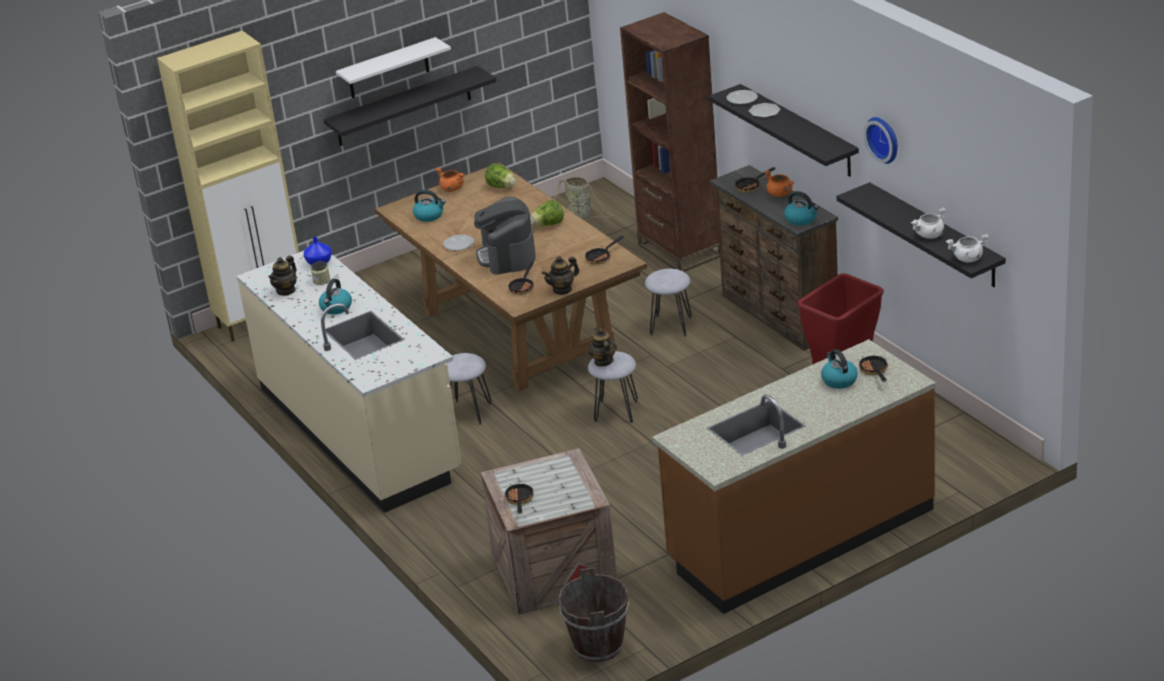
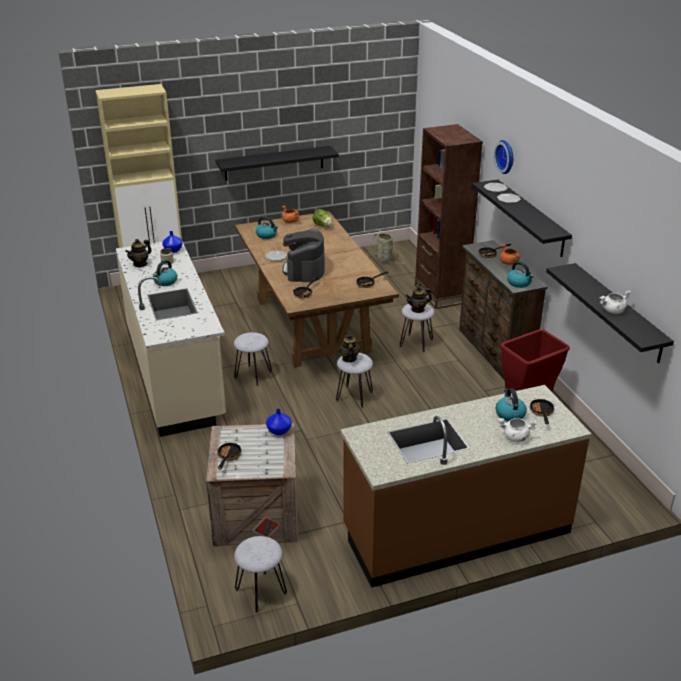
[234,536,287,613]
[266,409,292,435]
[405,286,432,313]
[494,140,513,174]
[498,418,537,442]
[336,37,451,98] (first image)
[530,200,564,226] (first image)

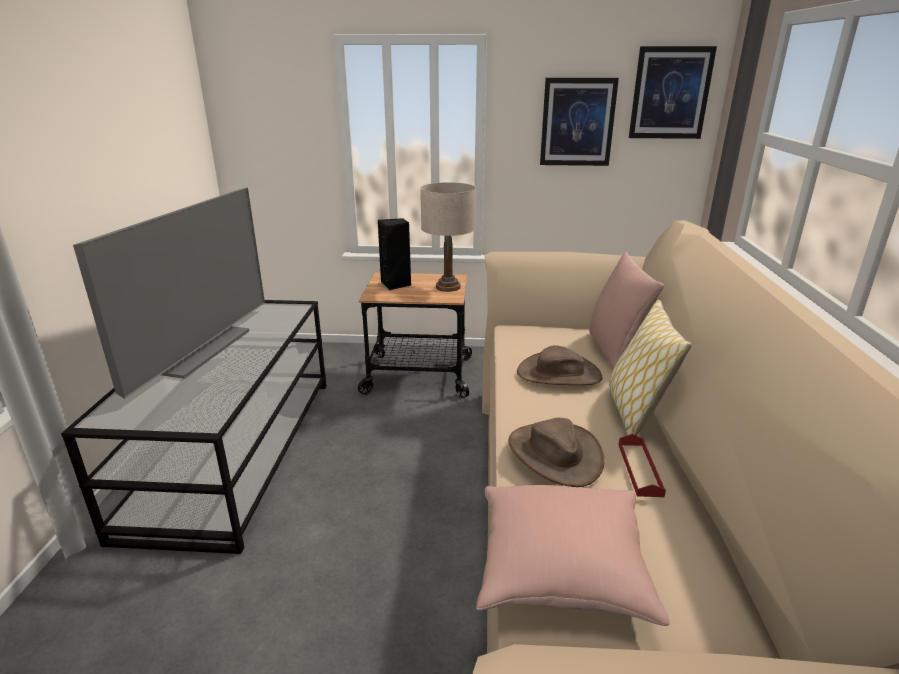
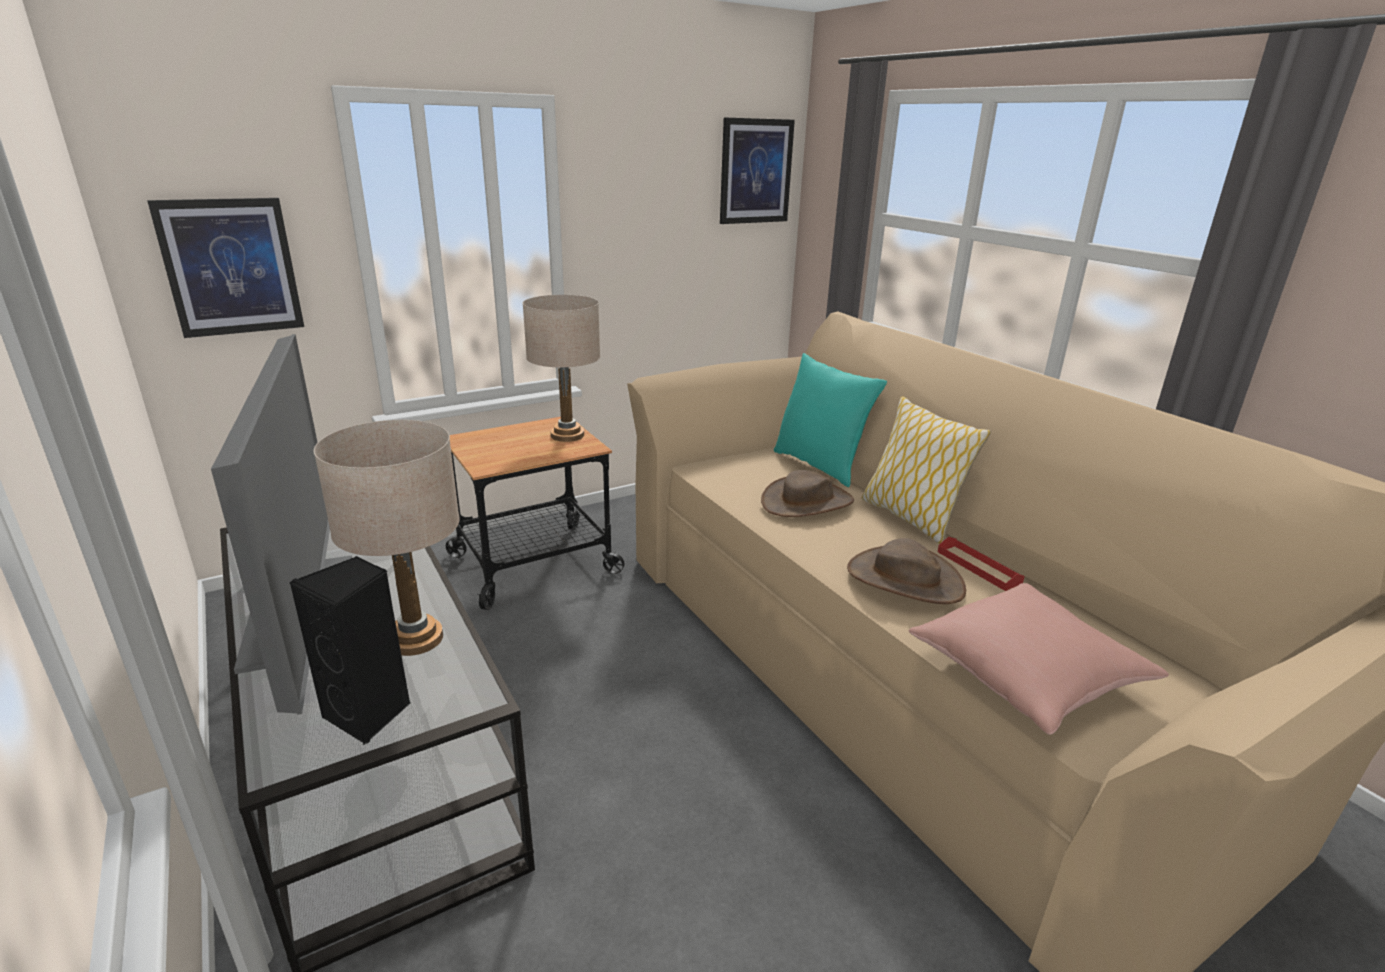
[148,198,304,338]
[290,556,410,745]
[314,420,460,656]
[774,353,887,487]

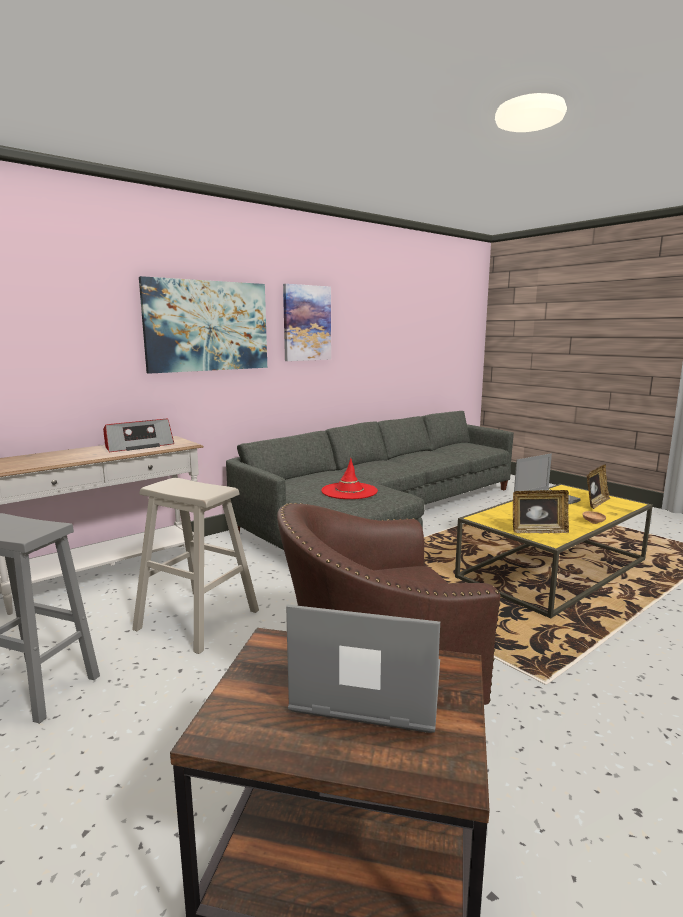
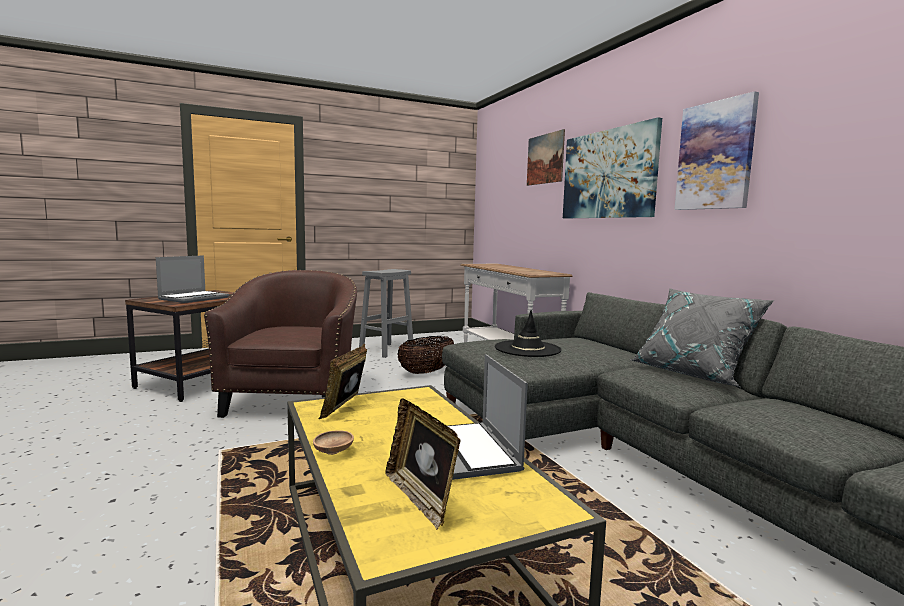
[397,336,454,374]
[495,310,562,357]
[527,129,565,186]
[630,288,775,387]
[103,419,174,452] (first image)

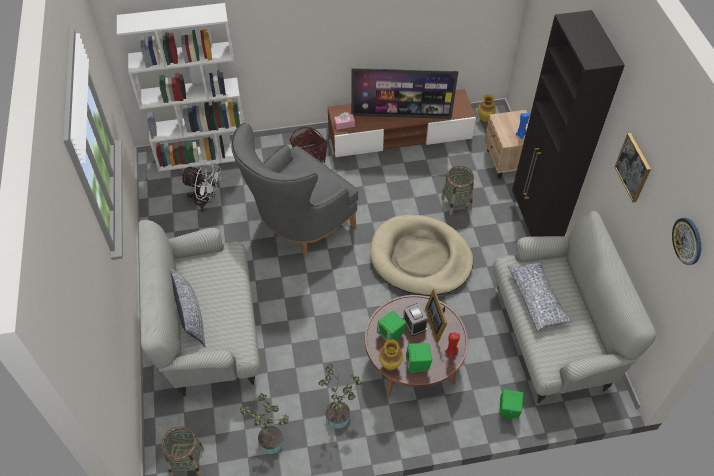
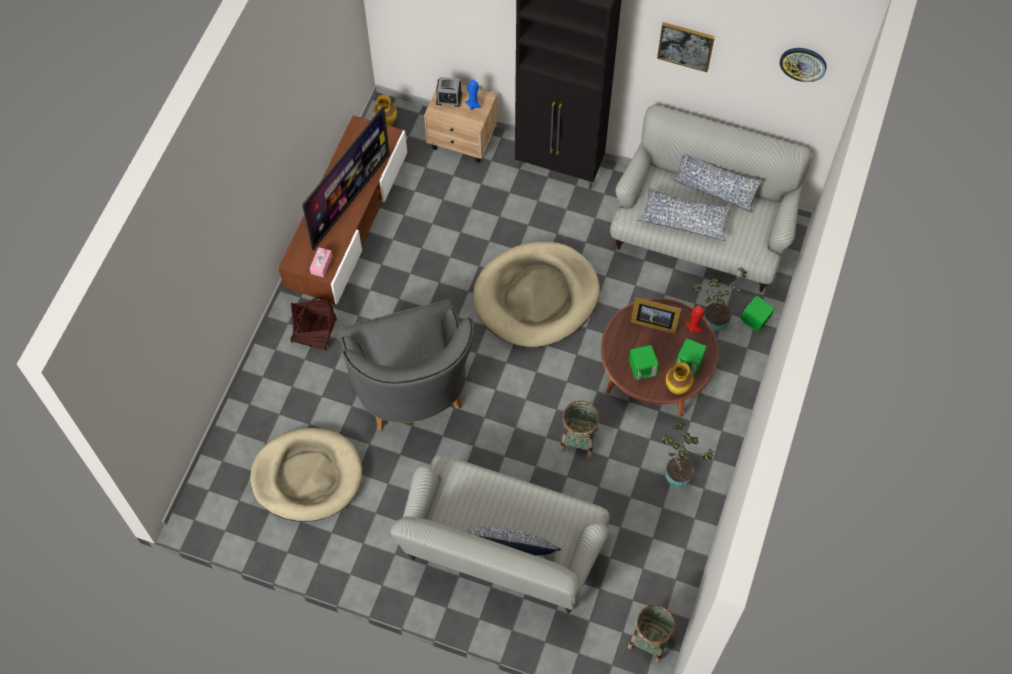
[250,428,362,522]
[436,77,462,107]
[560,401,599,458]
[671,154,763,213]
[693,267,747,331]
[117,3,244,172] (first image)

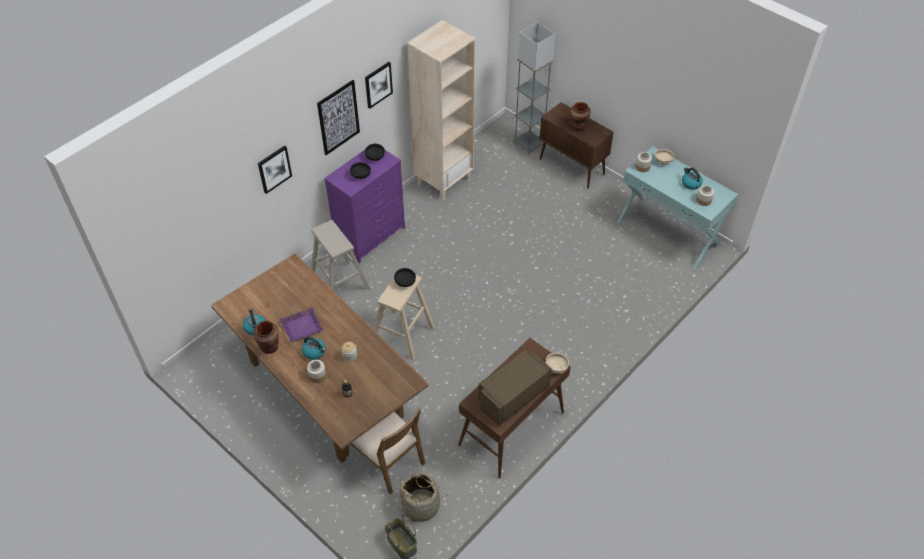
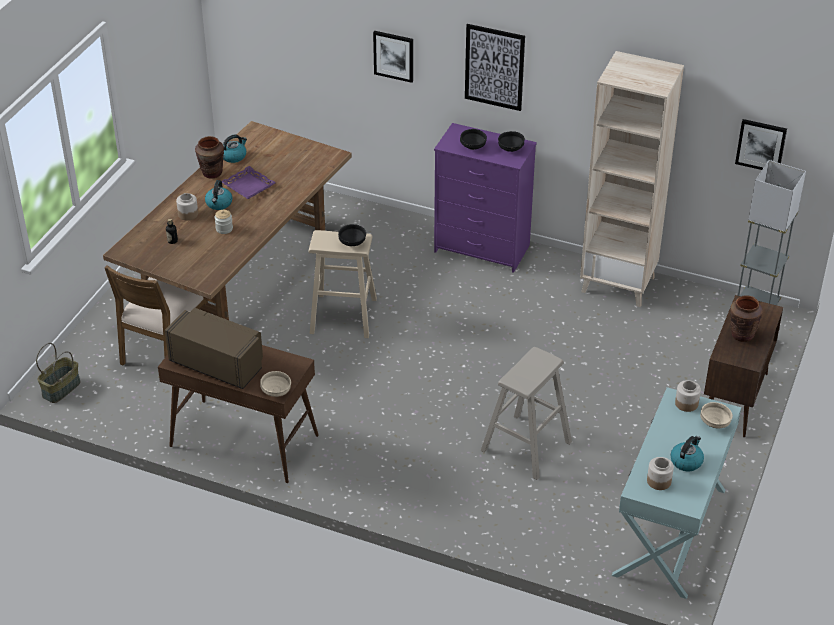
[480,347,572,480]
[735,119,787,170]
[398,473,447,522] (first image)

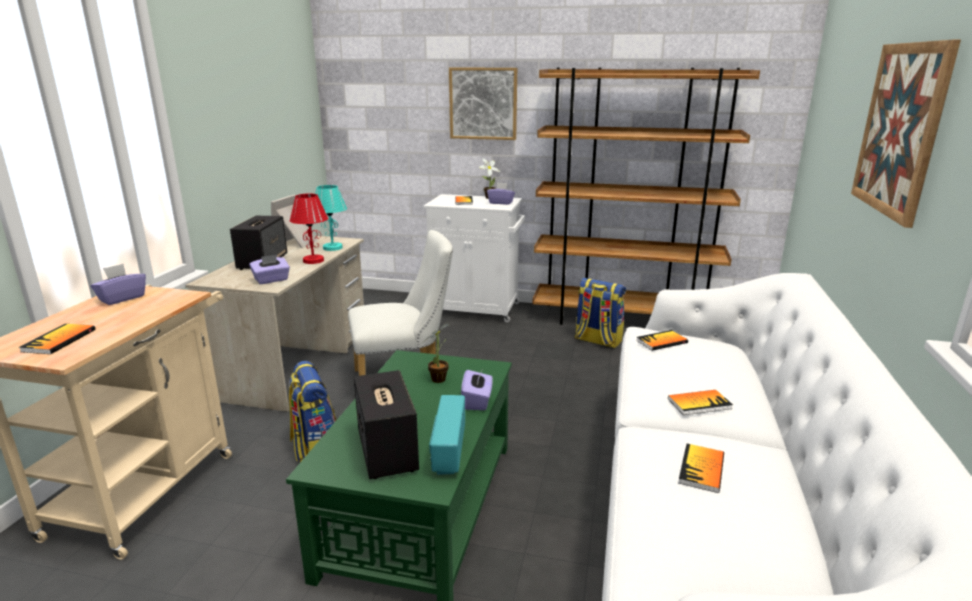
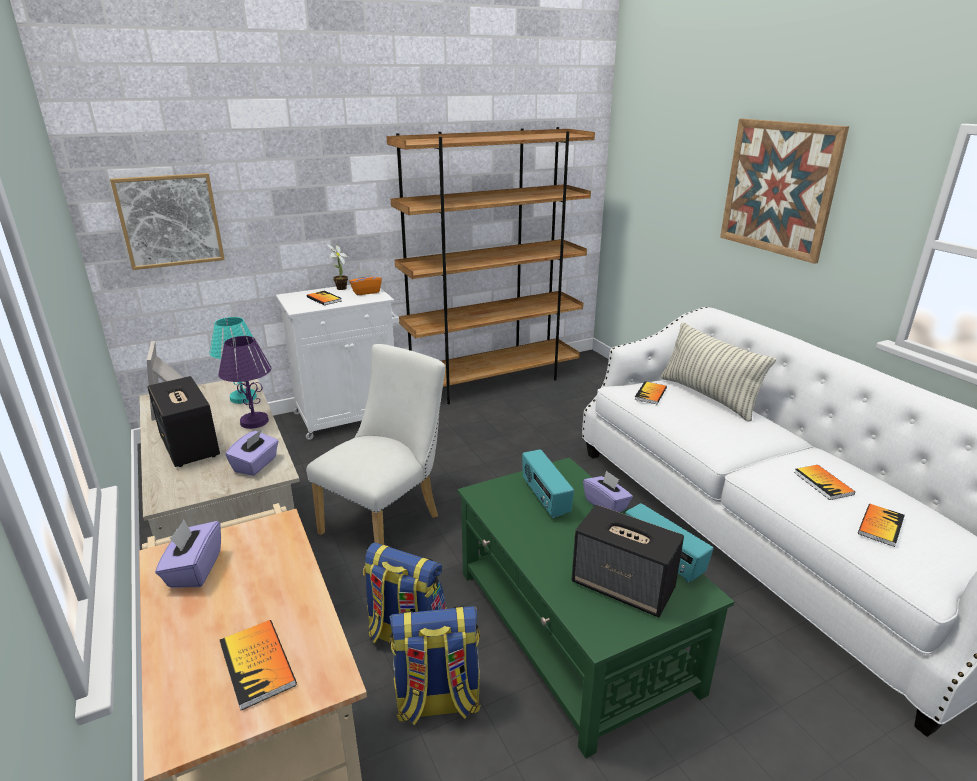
[110,173,225,270]
[218,336,272,429]
[349,269,382,295]
[390,606,481,725]
[522,449,574,518]
[660,322,776,422]
[858,504,905,547]

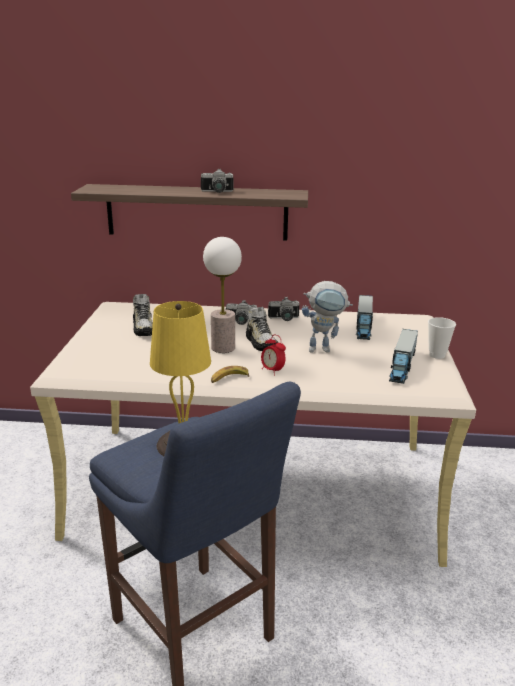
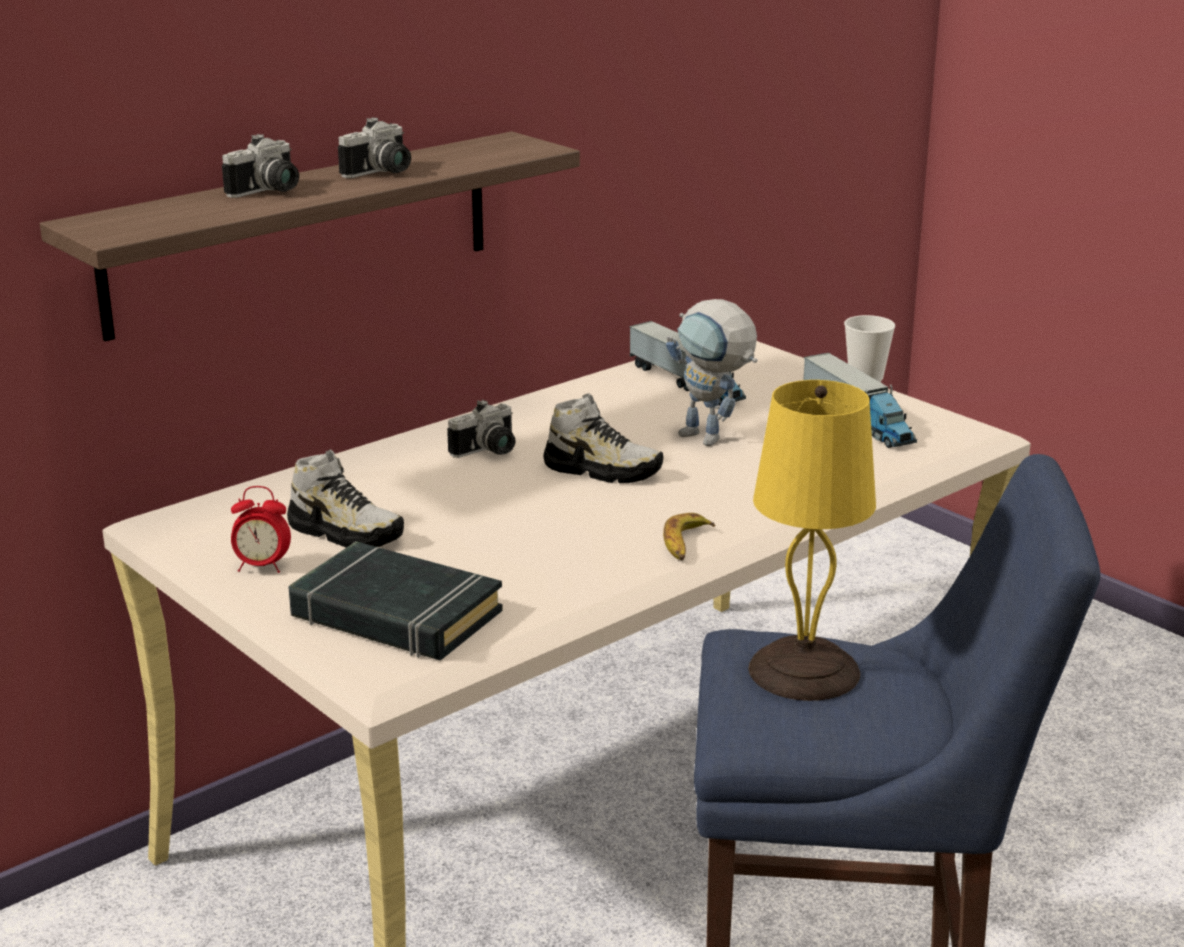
[222,134,299,198]
[231,486,291,573]
[289,541,503,660]
[666,299,757,446]
[203,237,242,353] (first image)

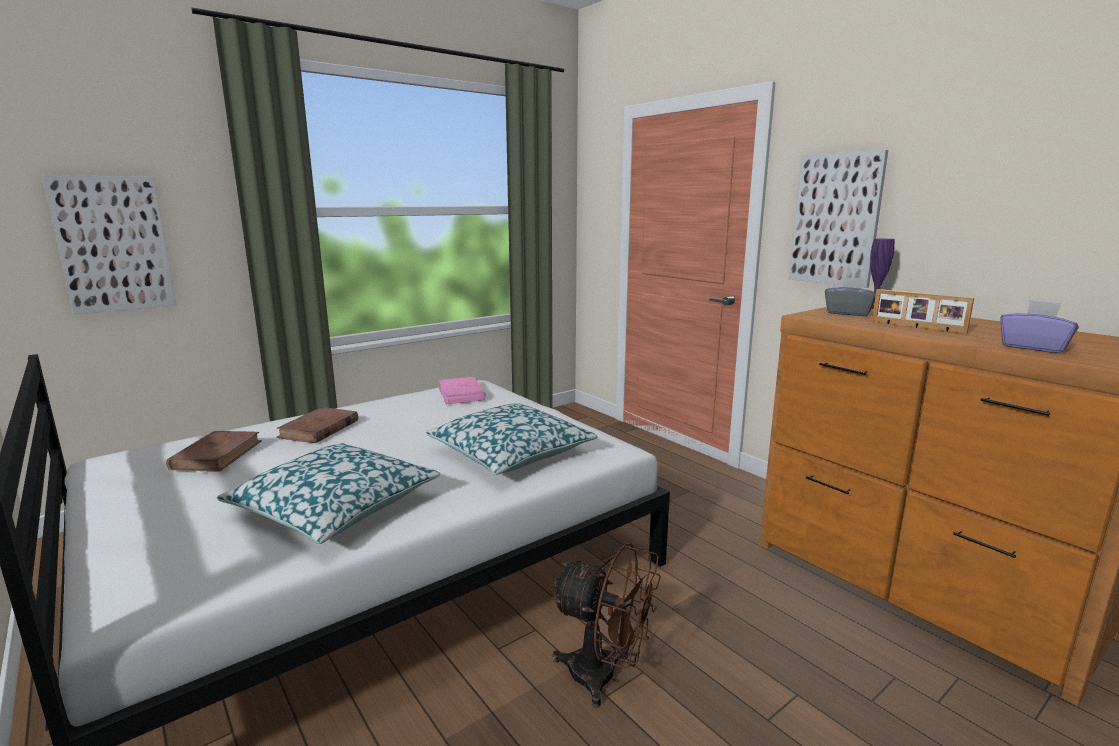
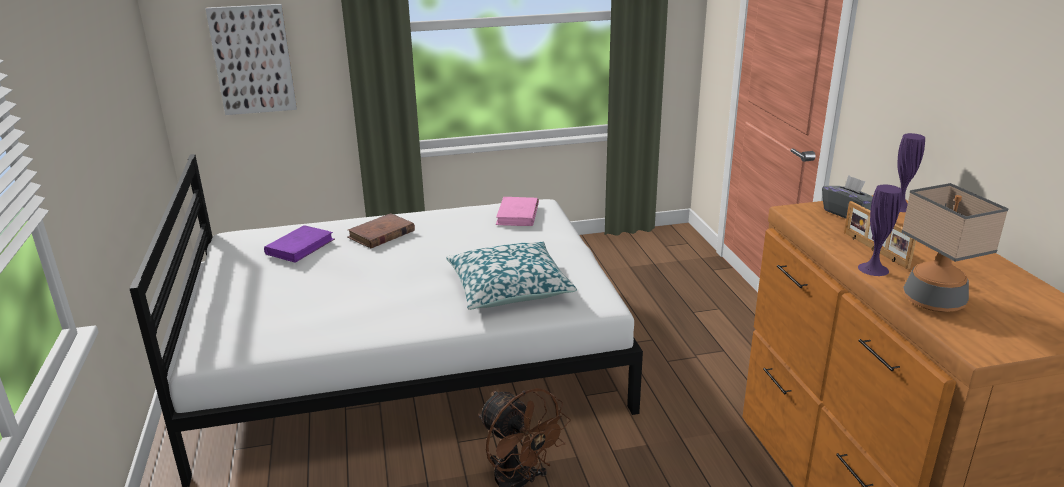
[264,225,335,263]
[858,185,902,276]
[901,183,1009,312]
[216,443,440,544] (first image)
[789,150,888,288] (first image)

